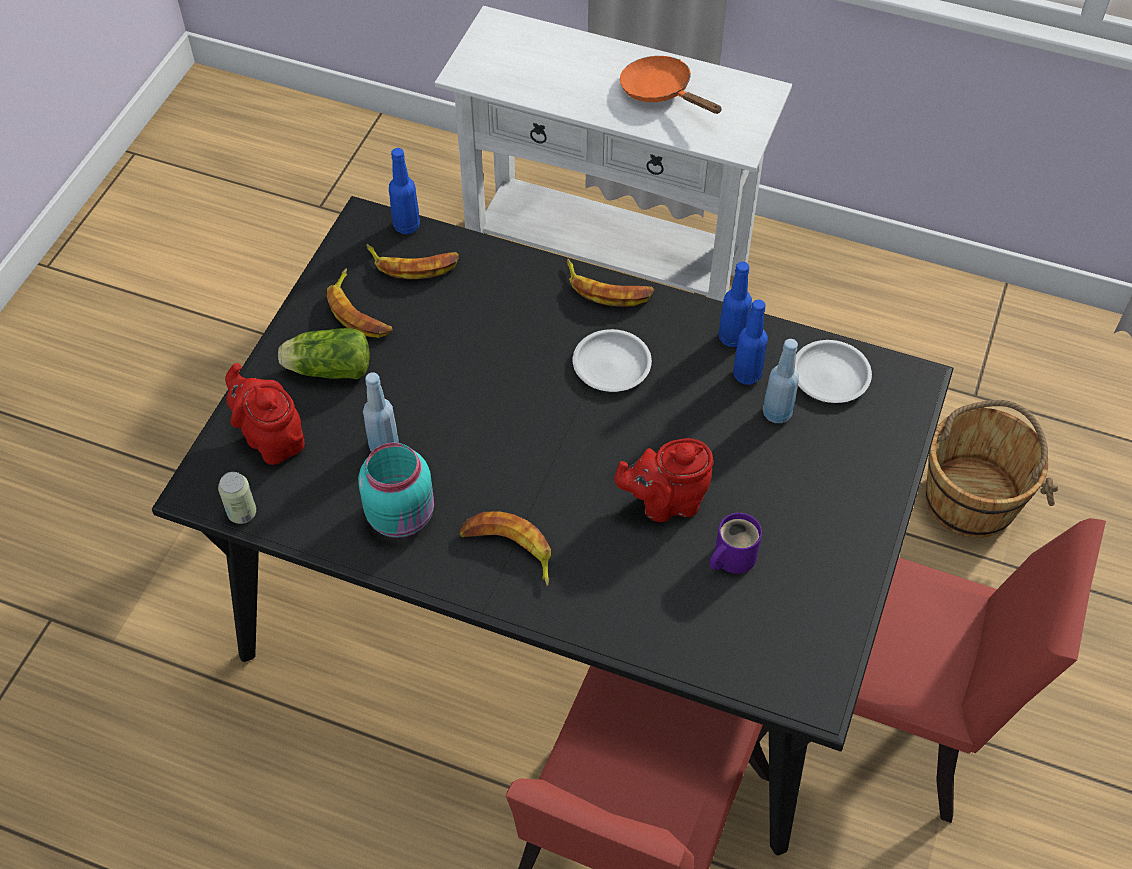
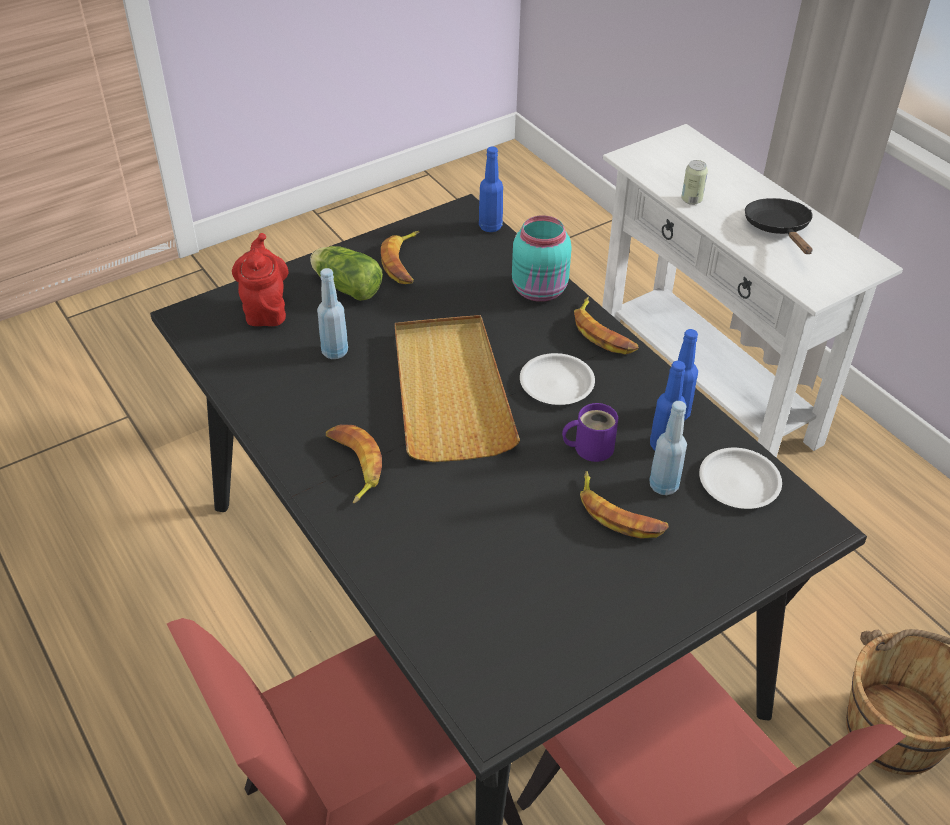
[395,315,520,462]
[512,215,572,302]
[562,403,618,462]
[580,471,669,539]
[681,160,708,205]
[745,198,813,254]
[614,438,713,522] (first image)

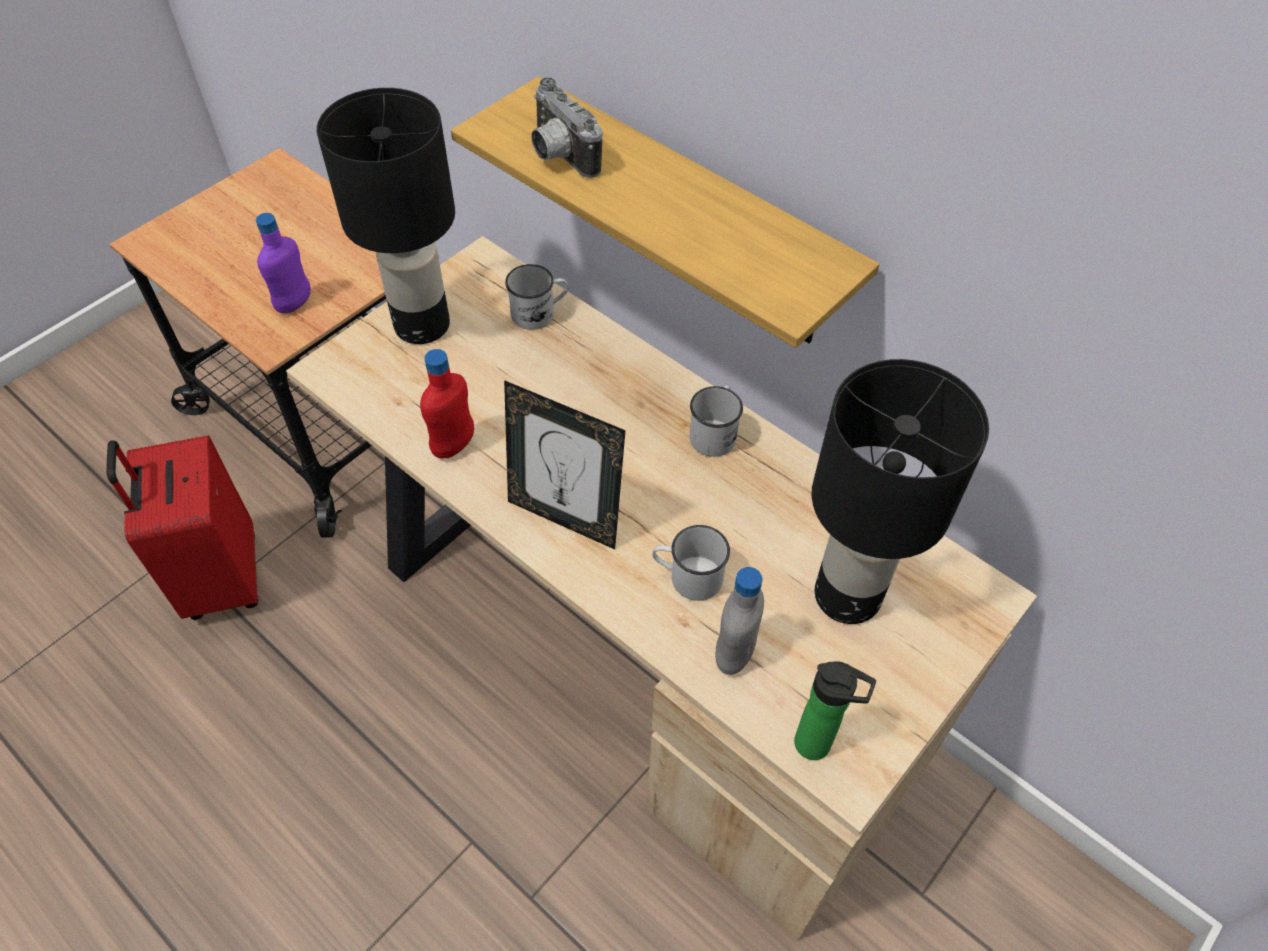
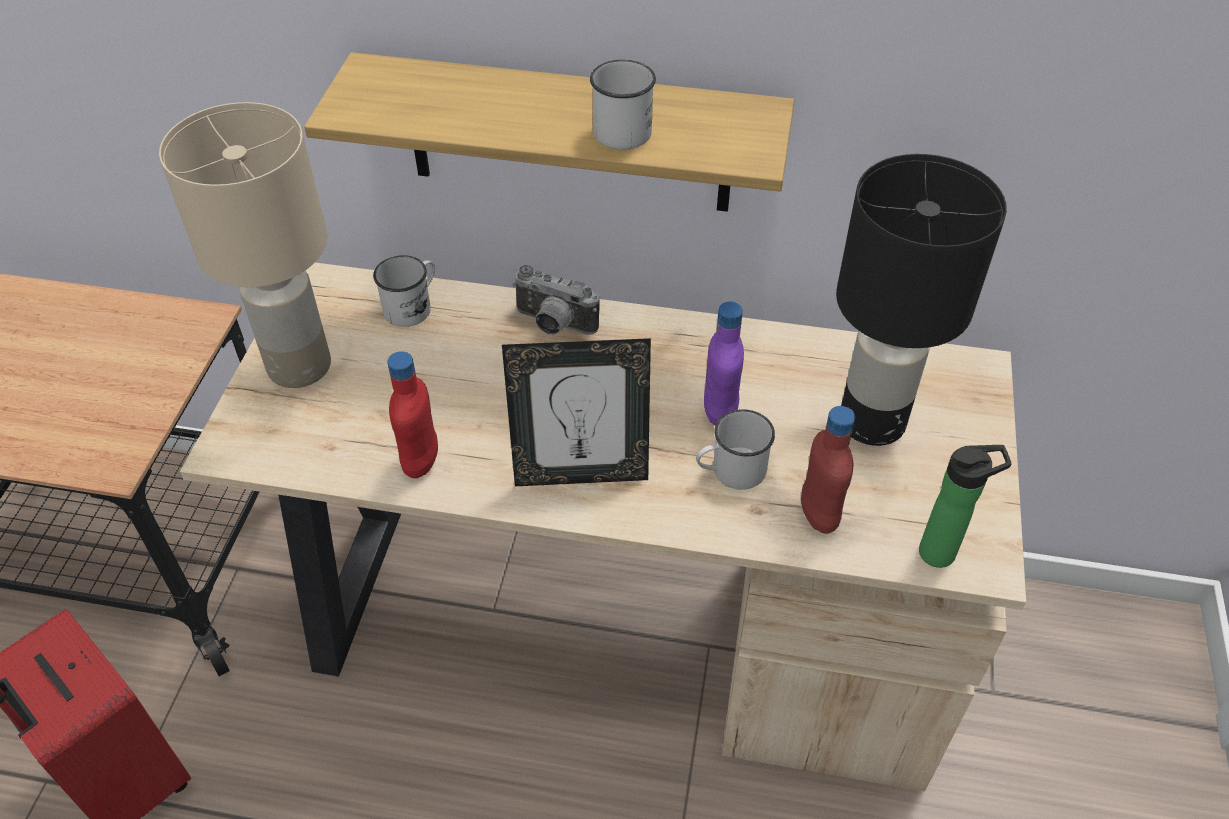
[159,102,331,388]
[513,265,600,335]
[590,60,656,150]
[704,301,744,425]
[801,406,855,534]

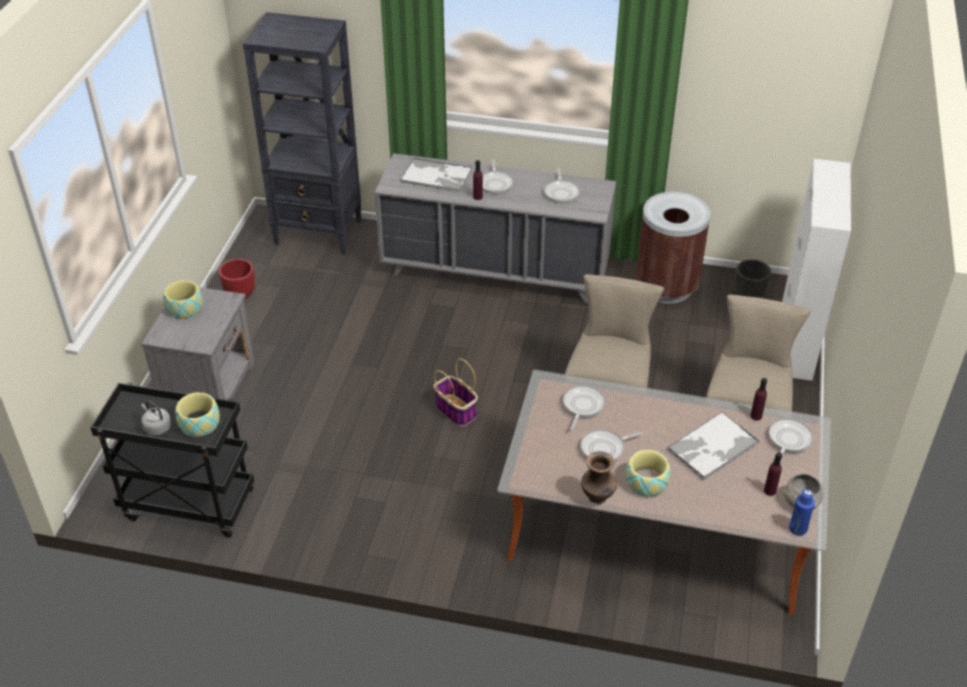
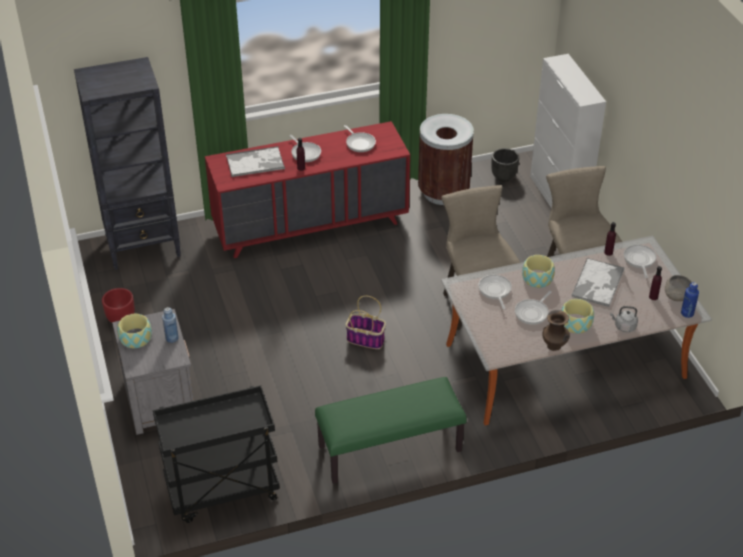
[162,307,179,343]
[205,121,410,258]
[315,377,467,484]
[522,255,555,288]
[610,306,638,332]

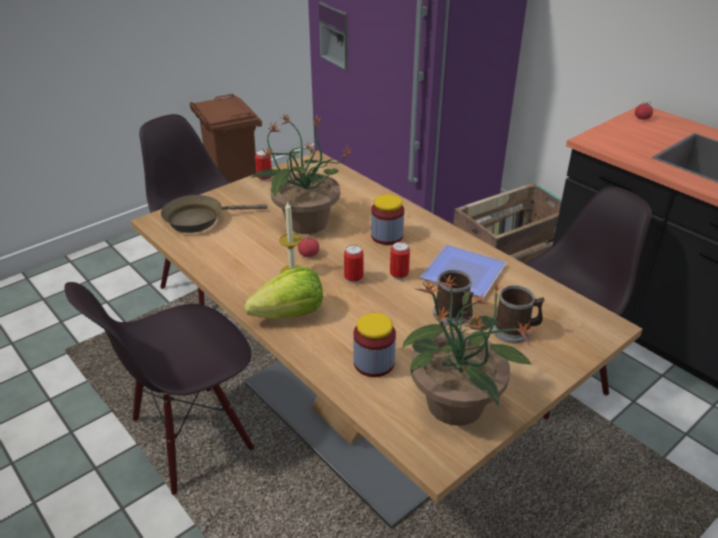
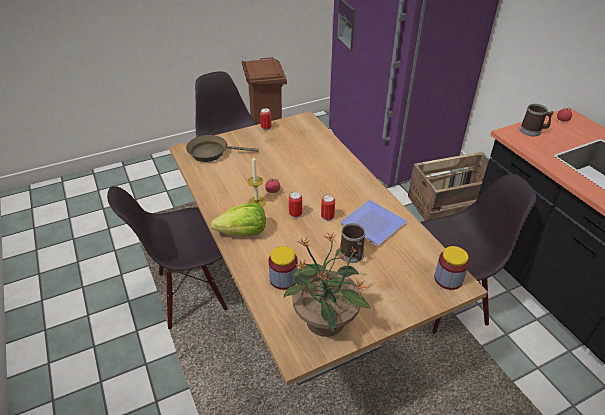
[434,246,469,290]
[519,104,554,136]
[250,114,352,234] (first image)

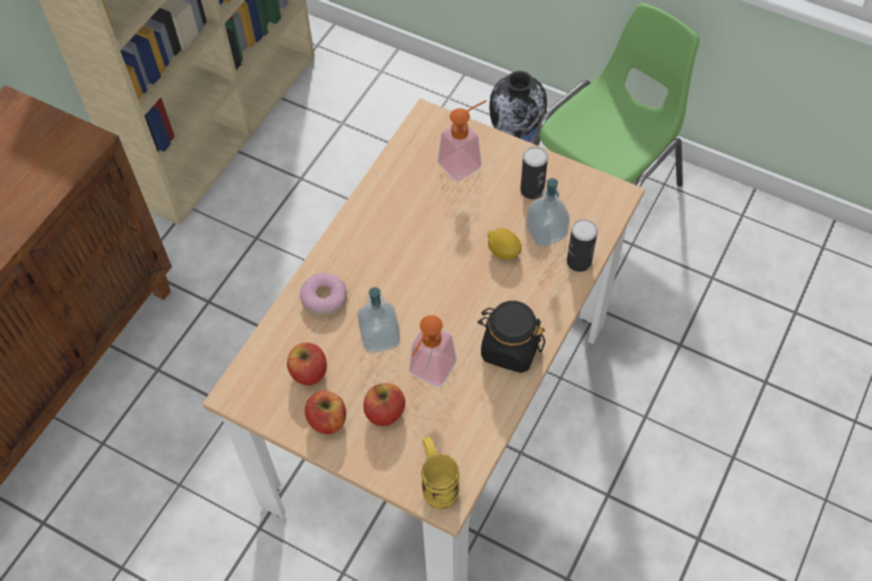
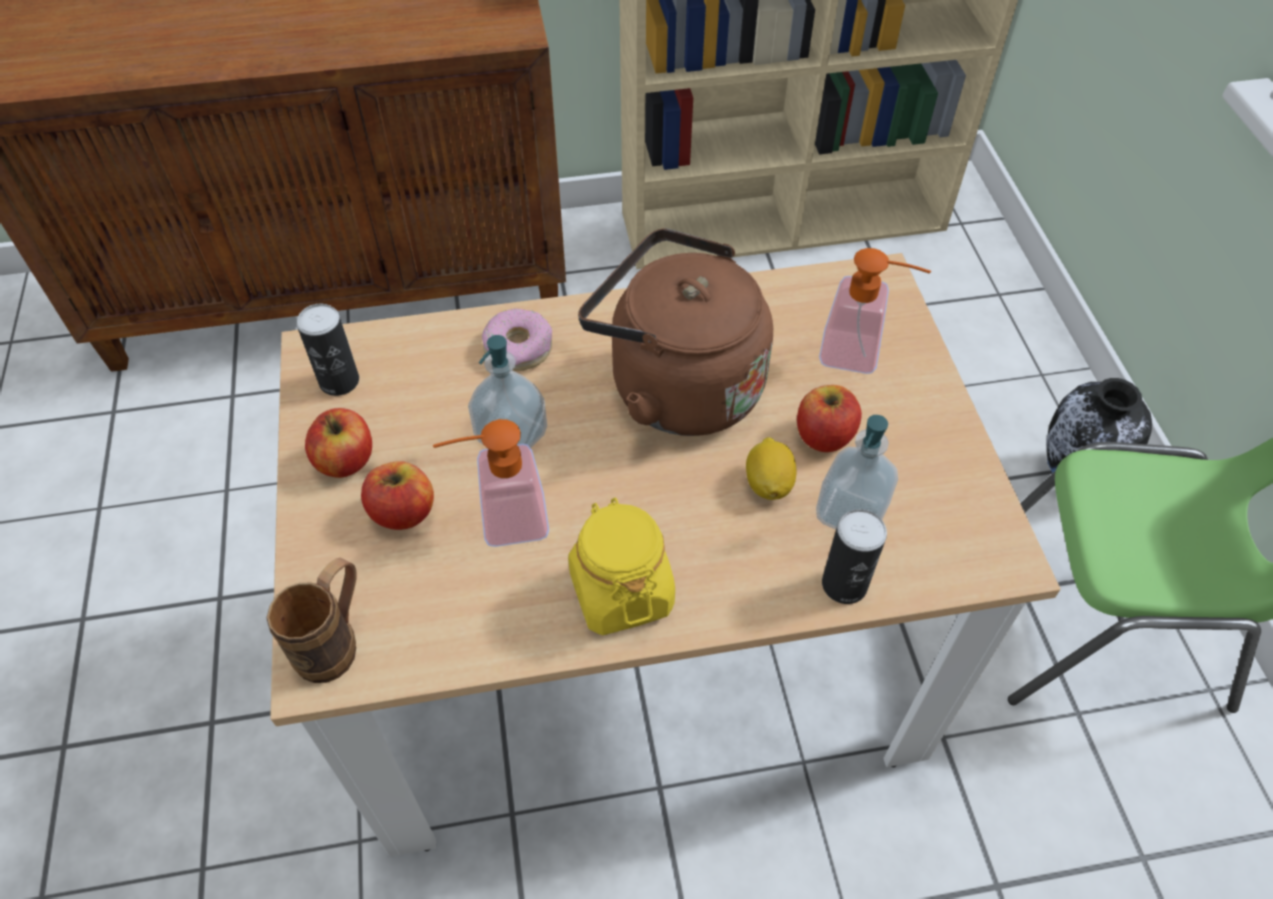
[266,558,357,683]
[296,304,359,396]
[568,497,675,635]
[578,228,773,436]
[797,385,862,452]

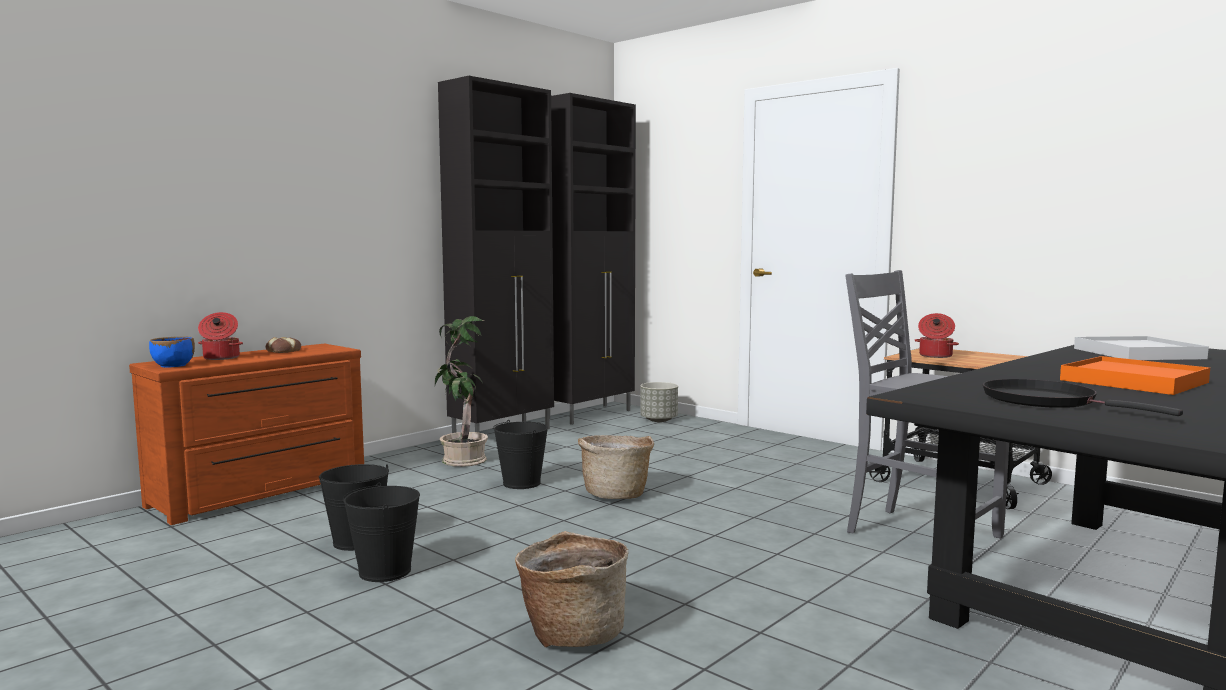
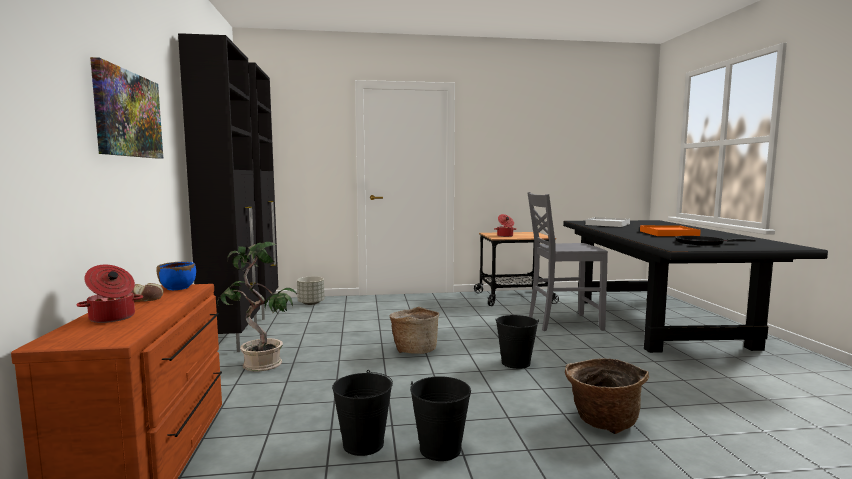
[90,57,163,159]
[157,262,196,290]
[496,315,539,369]

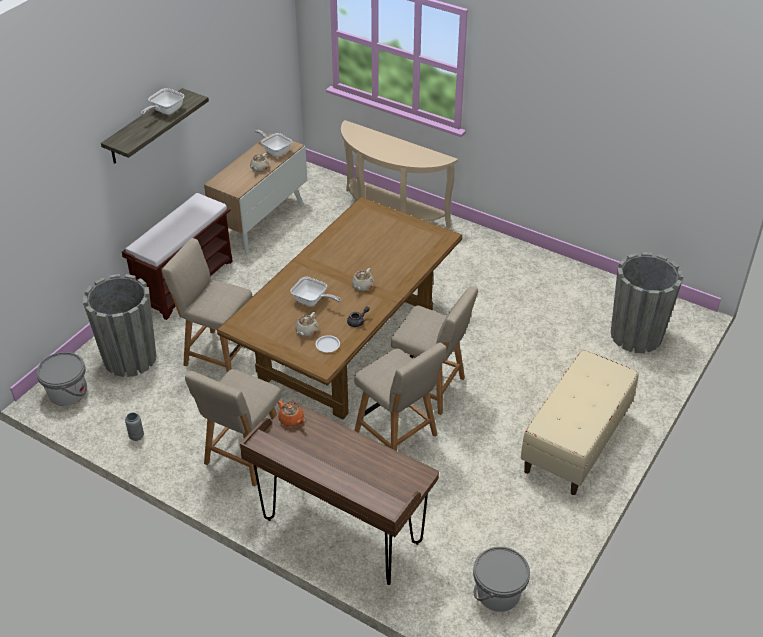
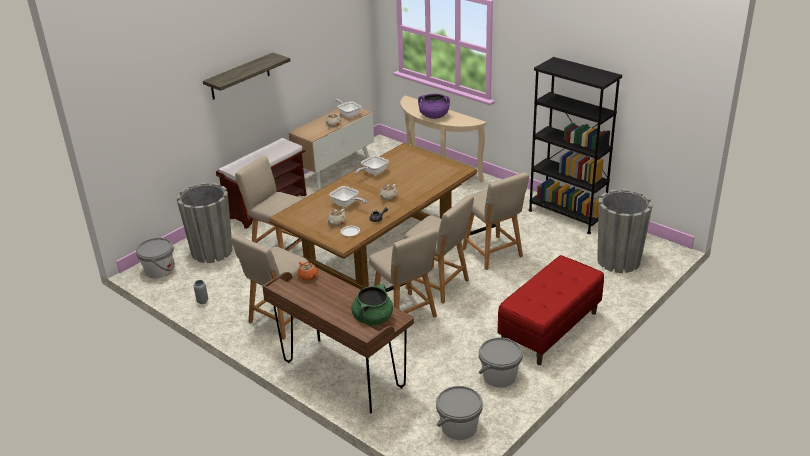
[351,284,393,326]
[355,155,389,175]
[418,94,450,119]
[463,172,529,270]
[479,338,523,388]
[498,255,604,365]
[528,57,622,234]

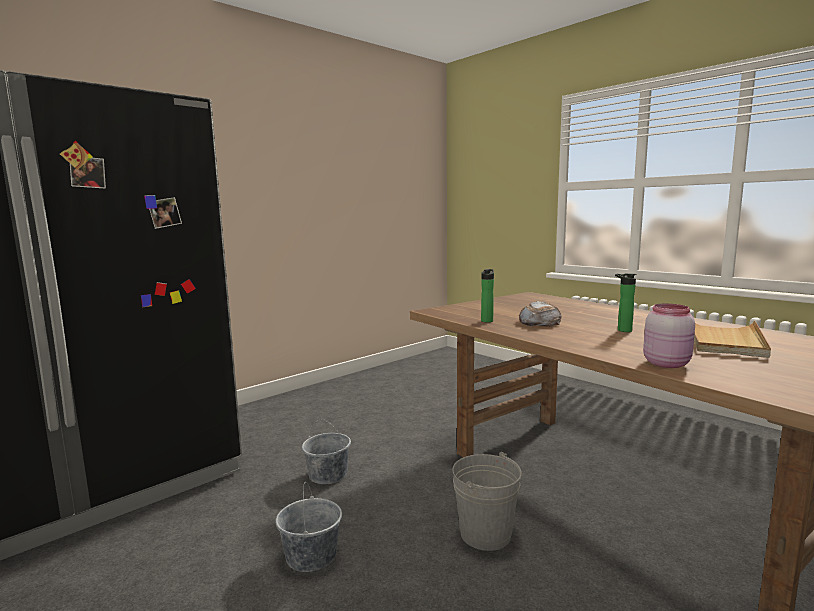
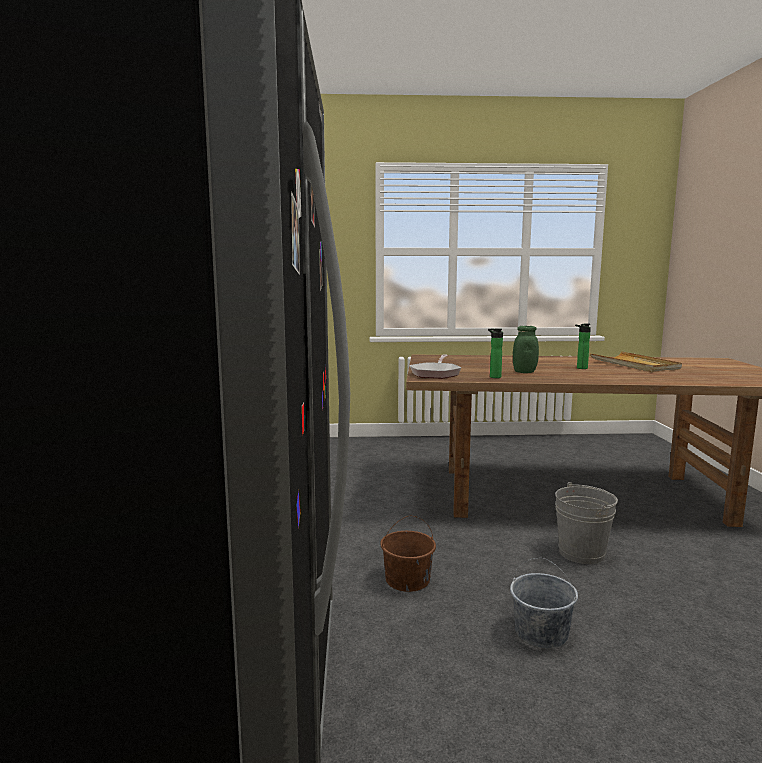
[381,515,436,592]
[410,354,461,378]
[513,326,539,373]
[643,304,695,368] (first image)

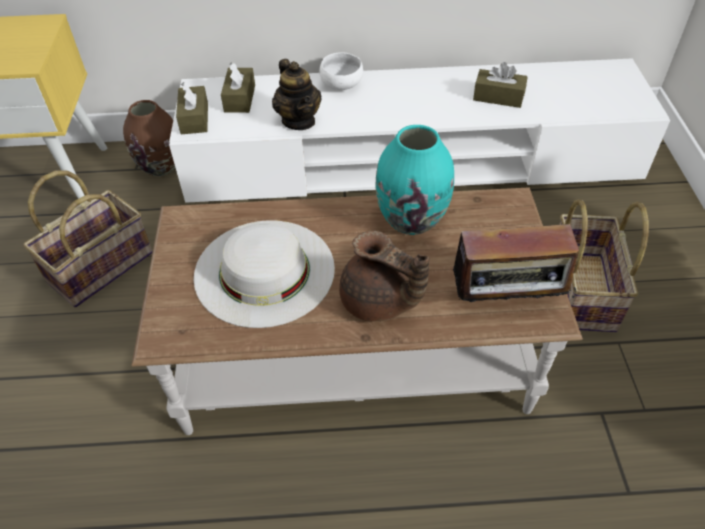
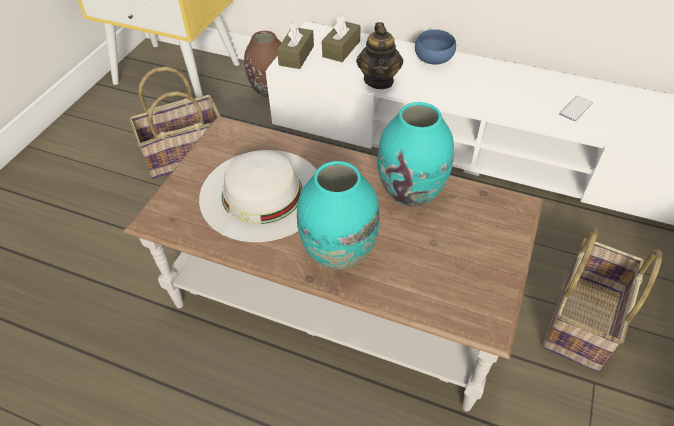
[297,161,380,270]
[415,29,456,65]
[559,96,593,121]
[453,224,579,320] (first image)

